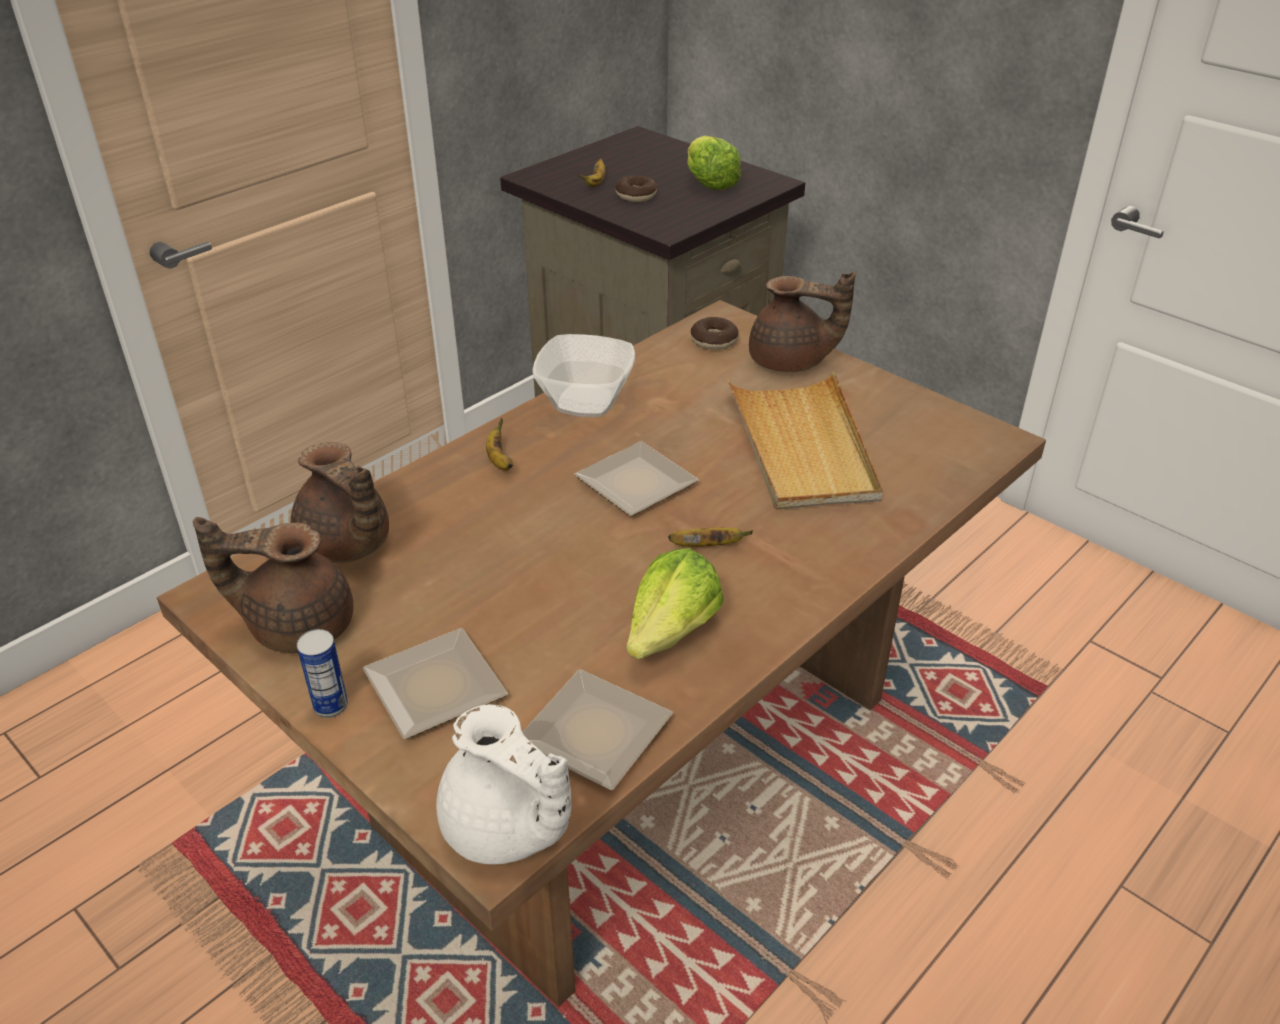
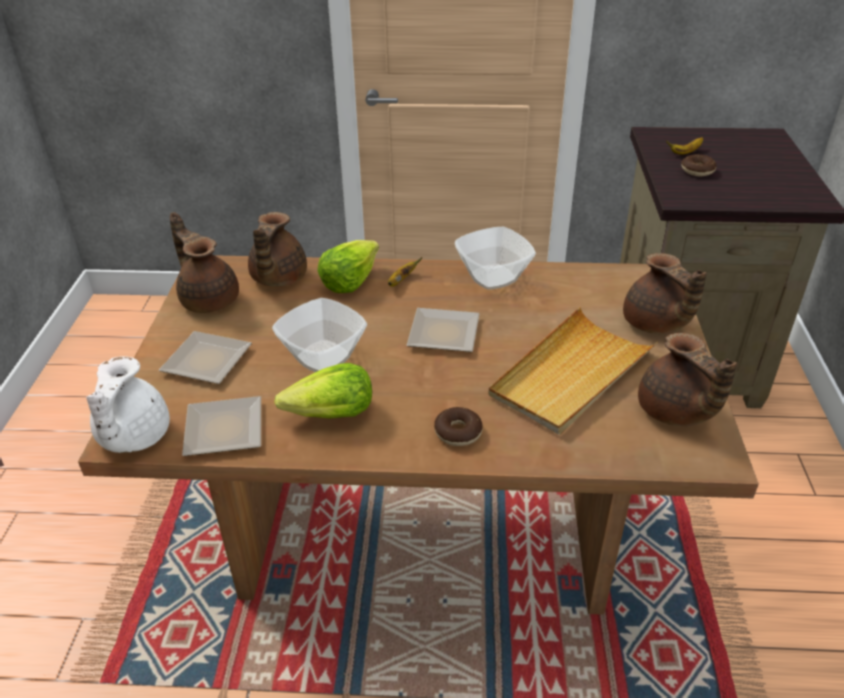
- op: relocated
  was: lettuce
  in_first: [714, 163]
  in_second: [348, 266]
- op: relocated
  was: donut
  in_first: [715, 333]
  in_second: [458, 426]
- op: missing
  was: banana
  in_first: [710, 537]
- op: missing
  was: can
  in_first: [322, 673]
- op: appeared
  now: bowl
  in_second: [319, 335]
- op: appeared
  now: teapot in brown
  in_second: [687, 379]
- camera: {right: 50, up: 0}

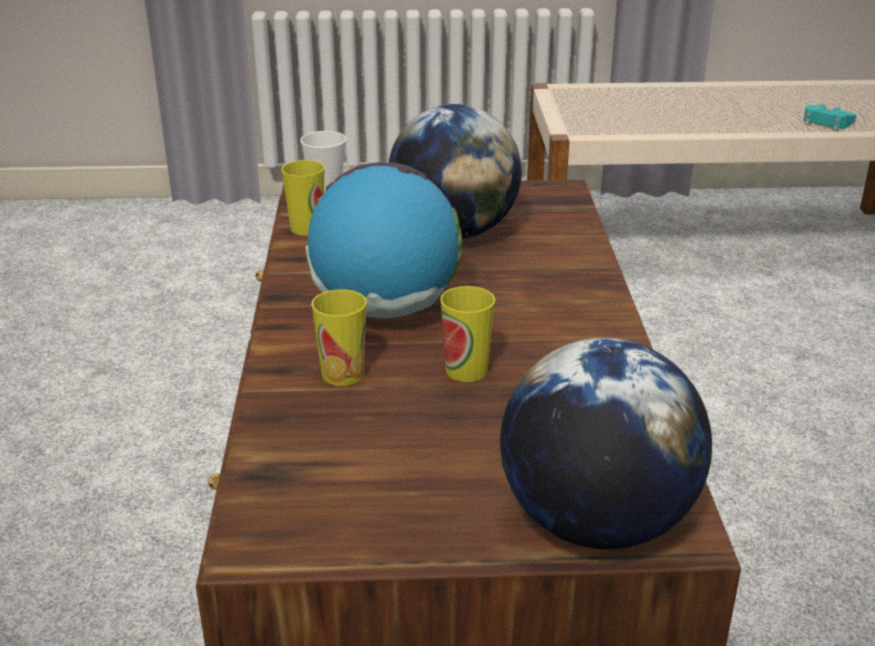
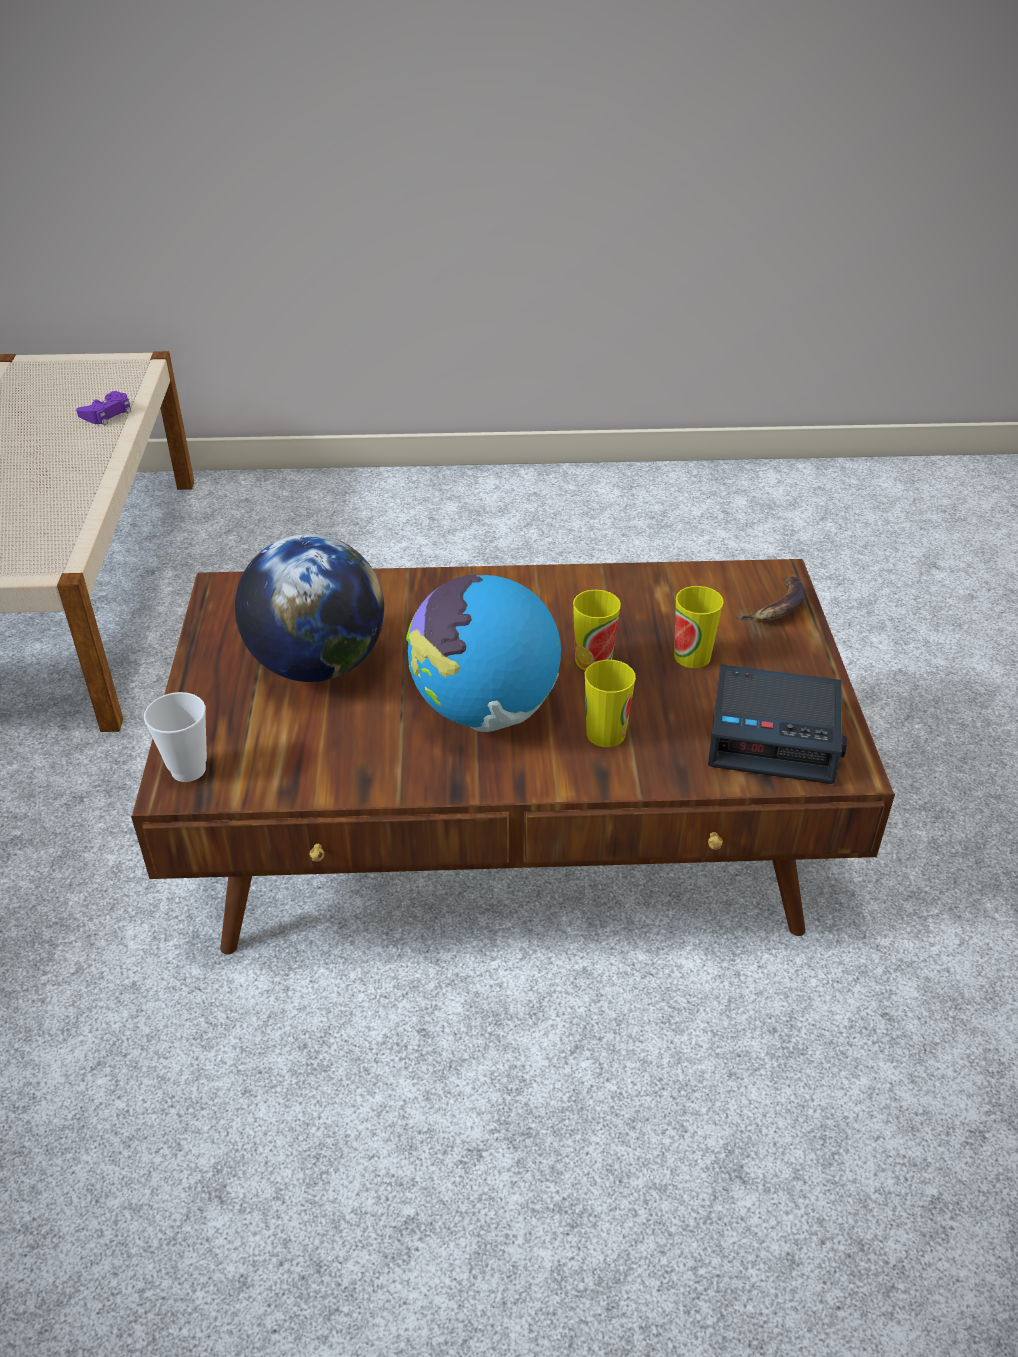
- op: colour
  was: game controller in turquoise
  now: game controller in purple
  in_first: [830, 117]
  in_second: [103, 408]
- op: relocated
  was: cup
  in_first: [303, 198]
  in_second: [699, 627]
- op: exchanged
  was: globe
  now: banana
  in_first: [606, 443]
  in_second: [771, 598]
- op: appeared
  now: alarm clock
  in_second: [777, 724]
- camera: {right: -90, up: 10}

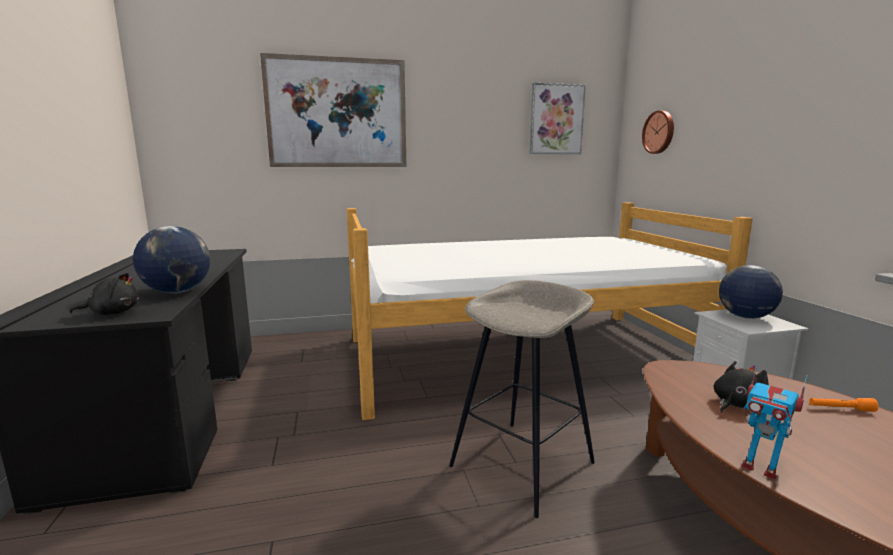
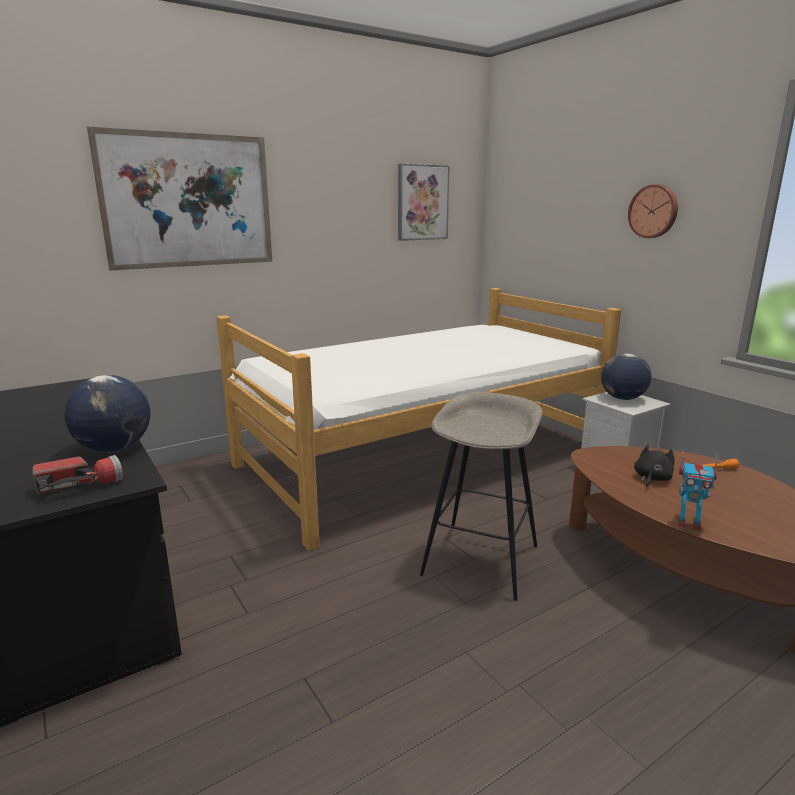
- op: relocated
  was: wall clock
  in_first: [658, 132]
  in_second: [653, 211]
- op: exchanged
  was: plush toy in black
  now: flashlight
  in_first: [104, 294]
  in_second: [77, 475]
- camera: {right: -20, up: 5}

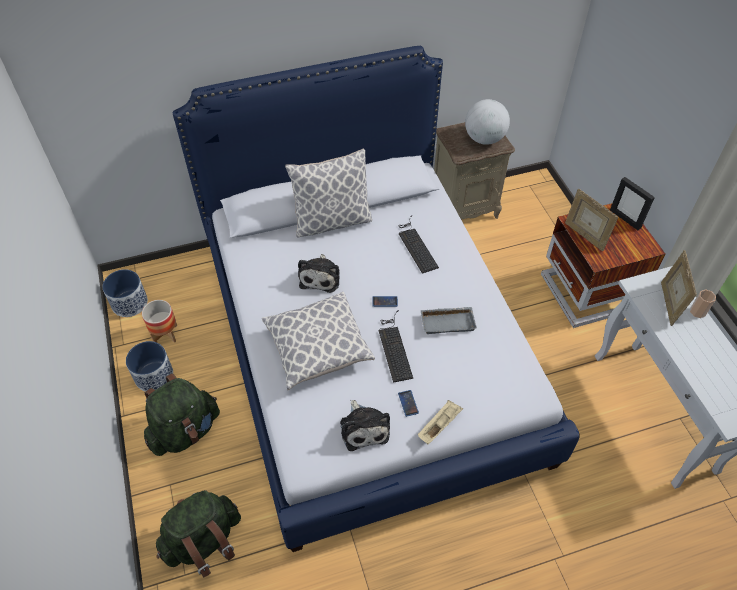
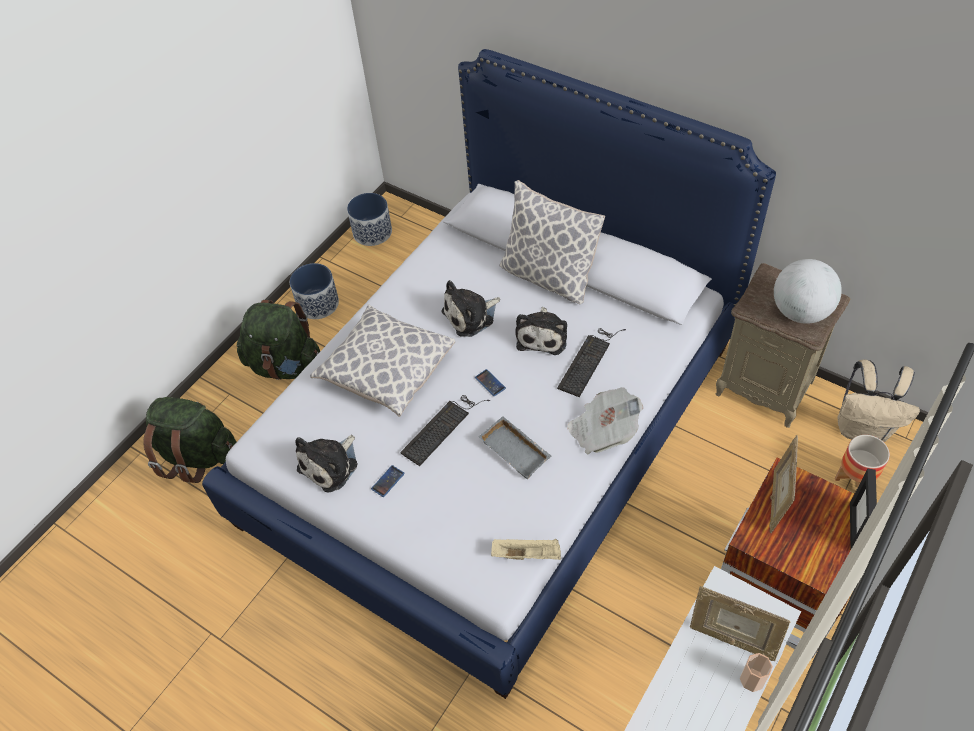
- op: spun
  was: picture frame
  in_first: [679, 288]
  in_second: [740, 623]
  clockwise: -120
- op: relocated
  was: planter
  in_first: [159, 321]
  in_second: [862, 461]
- op: relocated
  was: tray in beige
  in_first: [440, 422]
  in_second: [526, 549]
- op: appeared
  now: plush toy
  in_second: [541, 331]
- op: appeared
  now: backpack in beige
  in_second: [878, 400]
- op: appeared
  now: newspaper
  in_second: [605, 421]
- camera: {right: 55, up: 0}

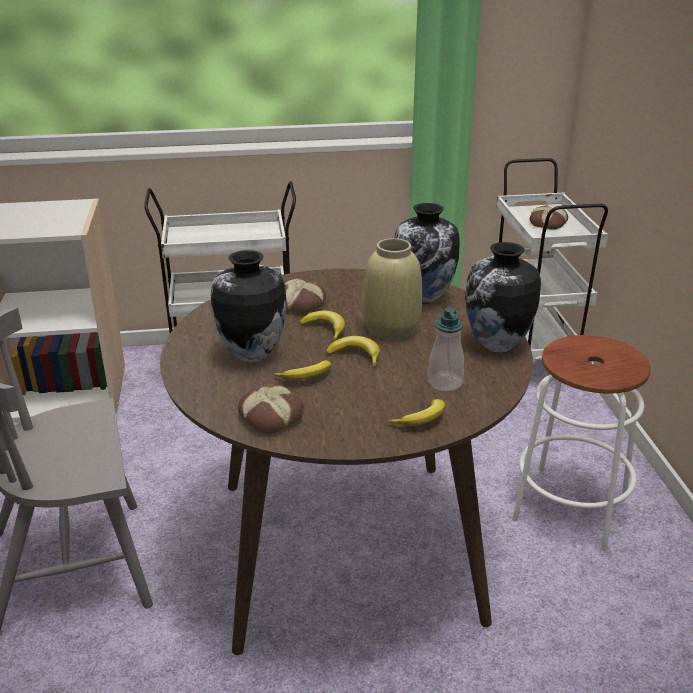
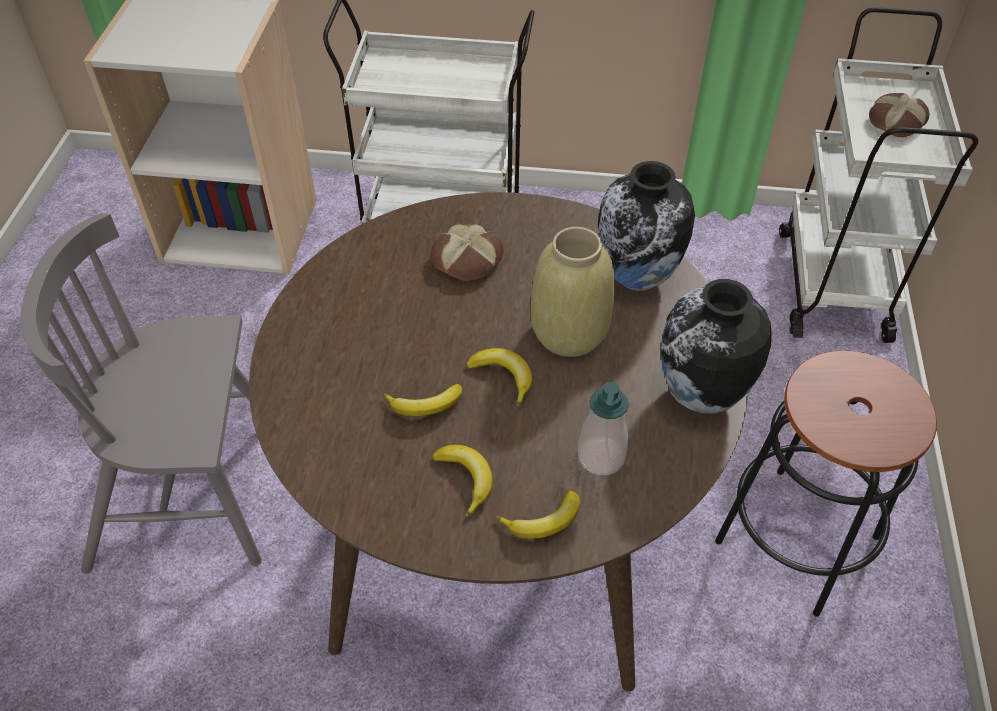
- op: missing
  was: vase
  in_first: [249, 306]
- op: relocated
  was: banana
  in_first: [322, 326]
  in_second: [462, 481]
- op: colour
  was: stool in white
  now: stool in black
  in_first: [581, 443]
  in_second: [826, 483]
- op: missing
  was: bread
  in_first: [271, 409]
- camera: {right: 15, up: 20}

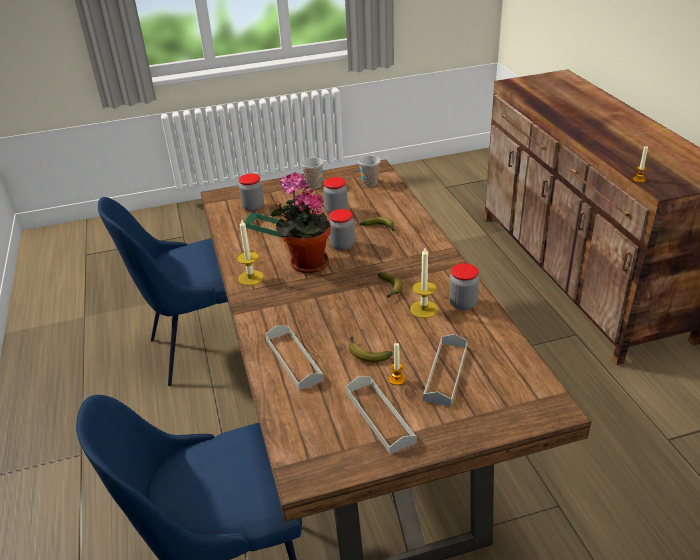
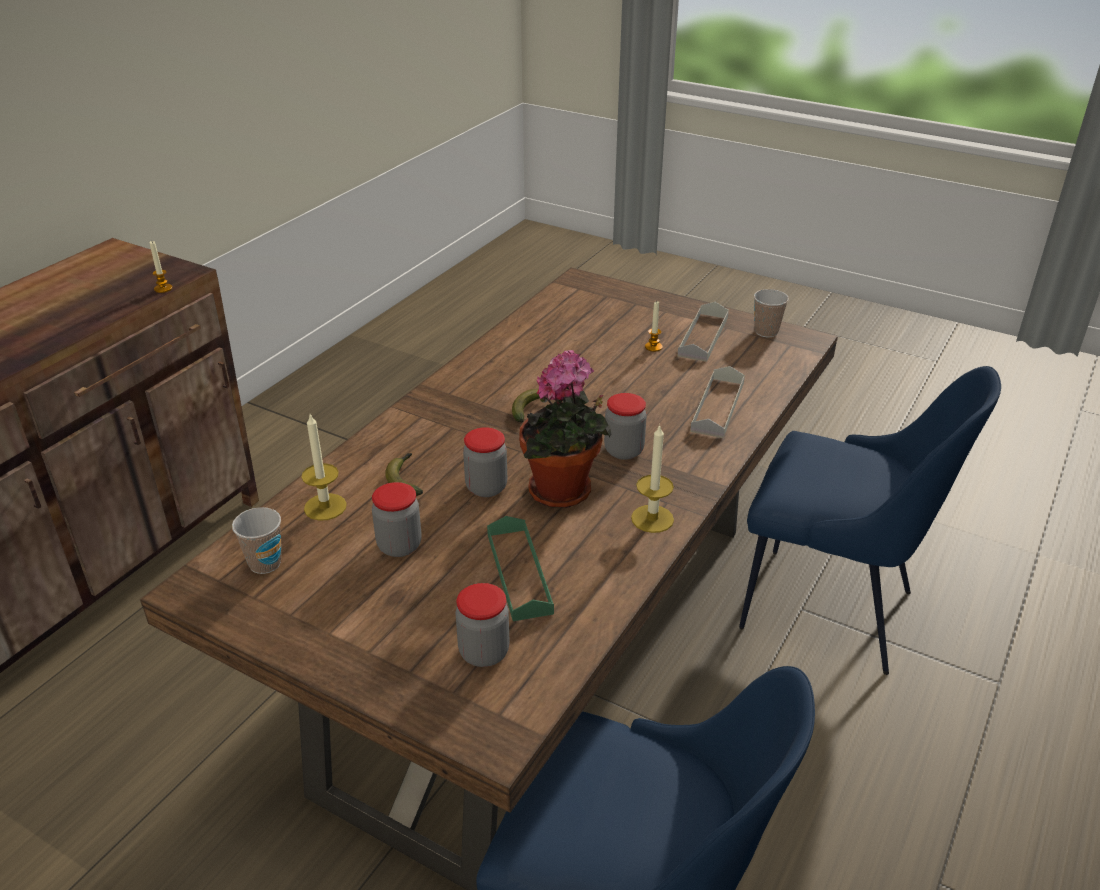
- op: relocated
  was: cup
  in_first: [312, 173]
  in_second: [771, 313]
- op: relocated
  was: candle
  in_first: [424, 283]
  in_second: [324, 467]
- op: relocated
  was: jar
  in_first: [464, 286]
  in_second: [625, 426]
- op: missing
  was: tray in grey
  in_first: [445, 370]
- op: missing
  was: banana
  in_first: [371, 349]
- camera: {right: -135, up: 0}

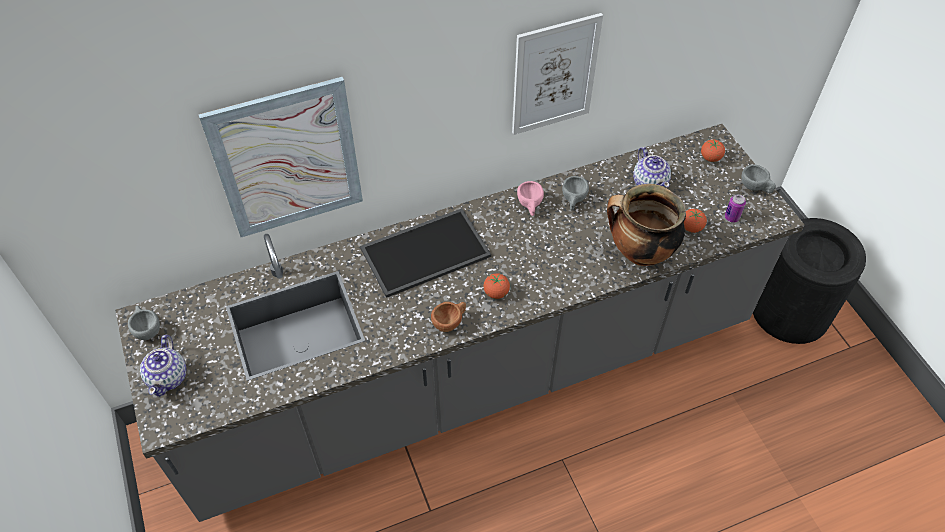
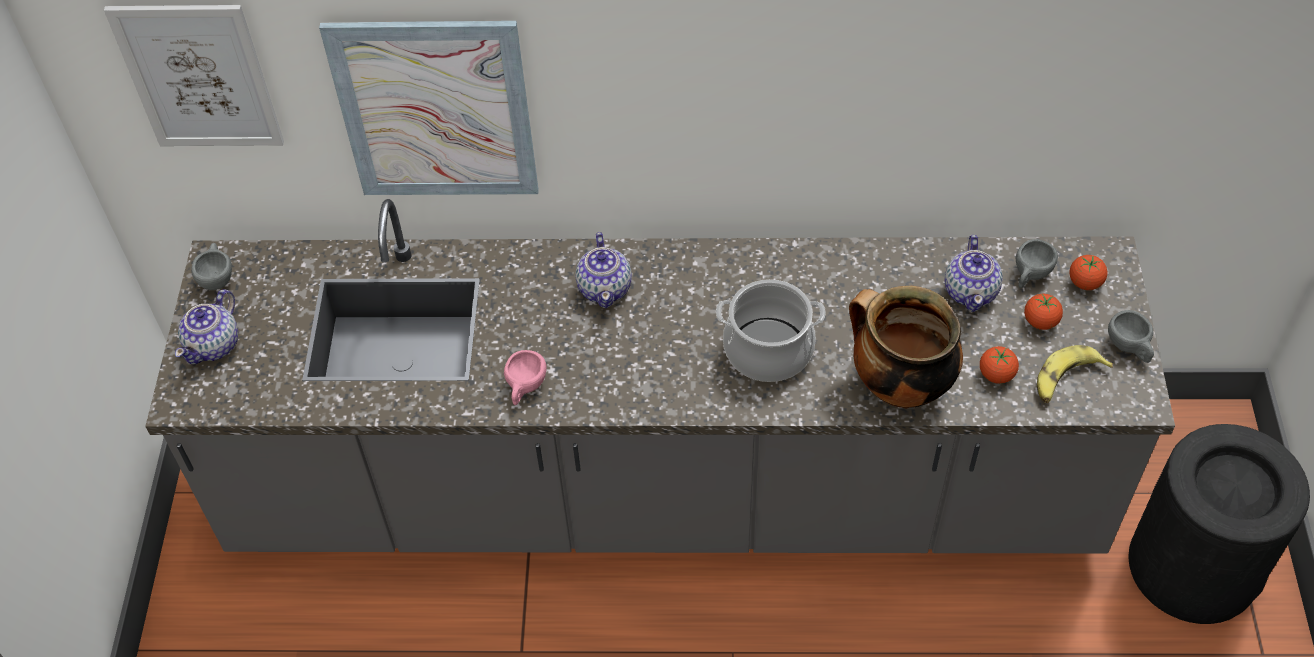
- op: relocated
  was: picture
  in_first: [557, 74]
  in_second: [194, 75]
- op: relocated
  was: cup in grey
  in_first: [575, 193]
  in_second: [1037, 263]
- op: relocated
  was: cup in pink
  in_first: [530, 198]
  in_second: [525, 377]
- op: exchanged
  was: can
  now: banana
  in_first: [735, 208]
  in_second: [1075, 374]
- op: exchanged
  was: tray
  now: teapot
  in_first: [425, 253]
  in_second: [603, 270]
- op: relocated
  was: tomato
  in_first: [497, 286]
  in_second: [1043, 312]
- op: missing
  was: cup in brown
  in_first: [448, 317]
- op: appeared
  now: cooking pot
  in_second: [771, 330]
- camera: {right: 25, up: 0}

